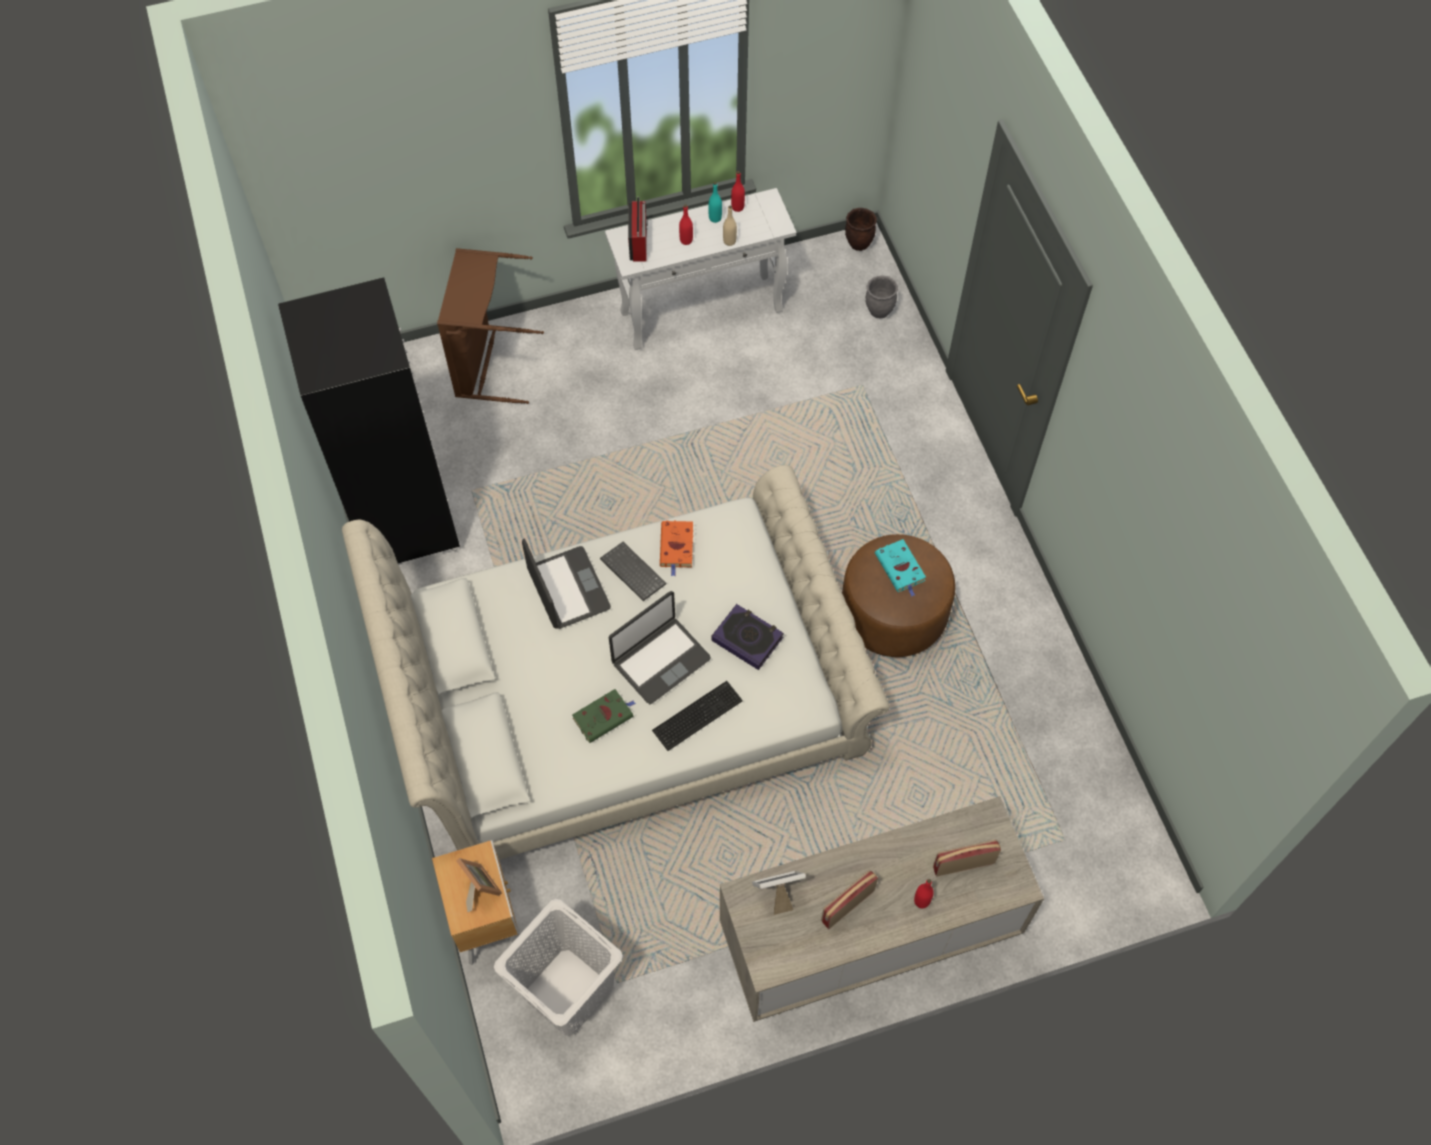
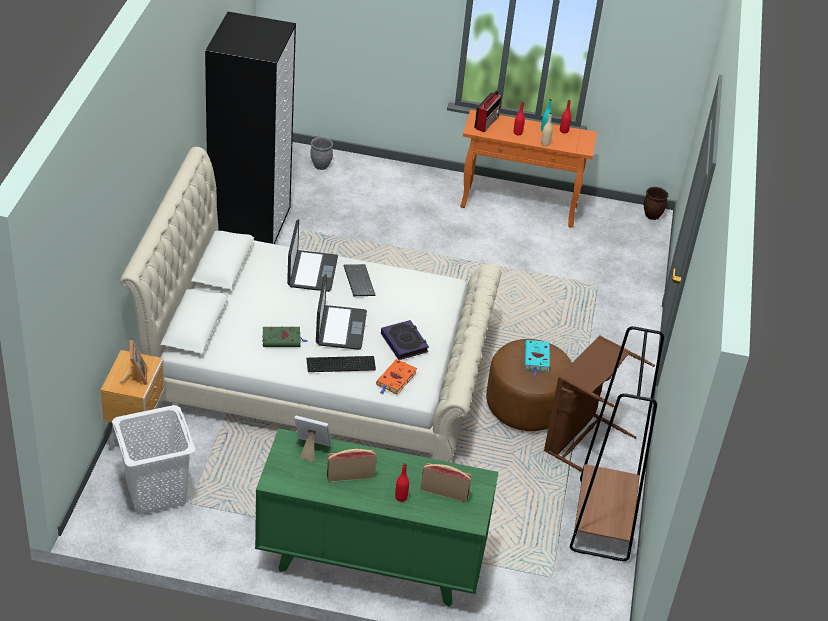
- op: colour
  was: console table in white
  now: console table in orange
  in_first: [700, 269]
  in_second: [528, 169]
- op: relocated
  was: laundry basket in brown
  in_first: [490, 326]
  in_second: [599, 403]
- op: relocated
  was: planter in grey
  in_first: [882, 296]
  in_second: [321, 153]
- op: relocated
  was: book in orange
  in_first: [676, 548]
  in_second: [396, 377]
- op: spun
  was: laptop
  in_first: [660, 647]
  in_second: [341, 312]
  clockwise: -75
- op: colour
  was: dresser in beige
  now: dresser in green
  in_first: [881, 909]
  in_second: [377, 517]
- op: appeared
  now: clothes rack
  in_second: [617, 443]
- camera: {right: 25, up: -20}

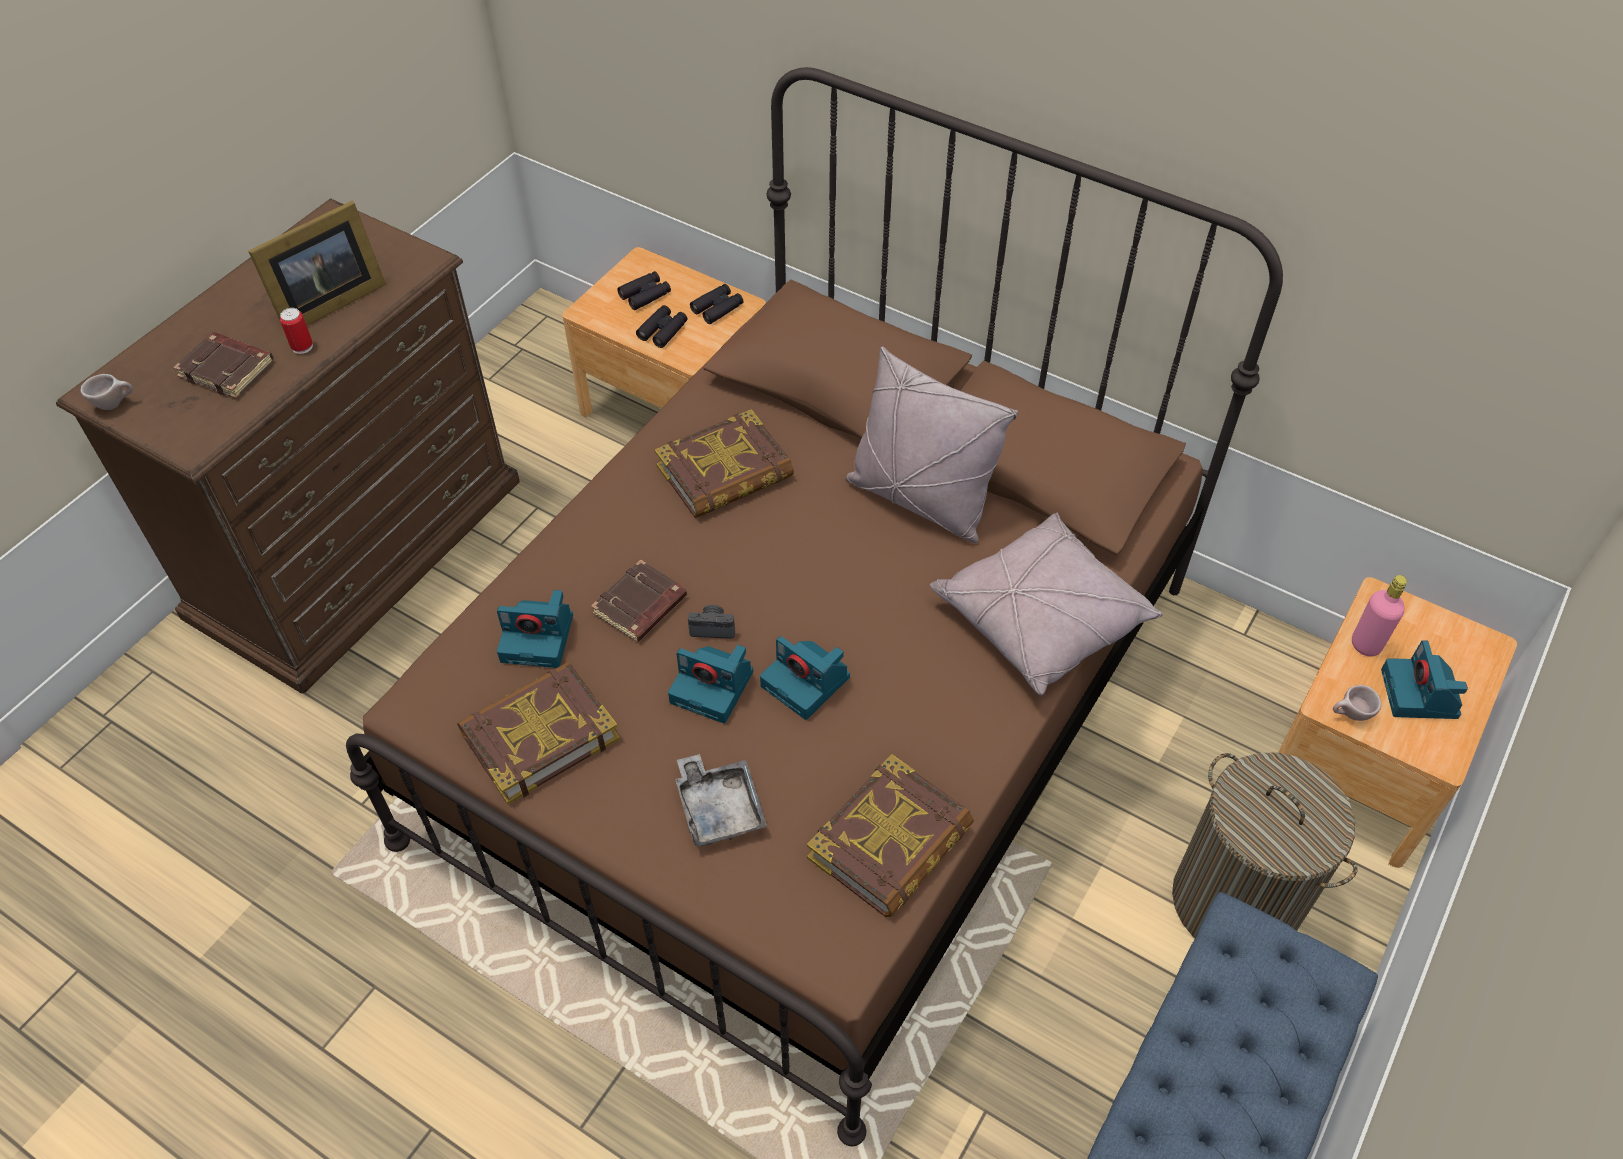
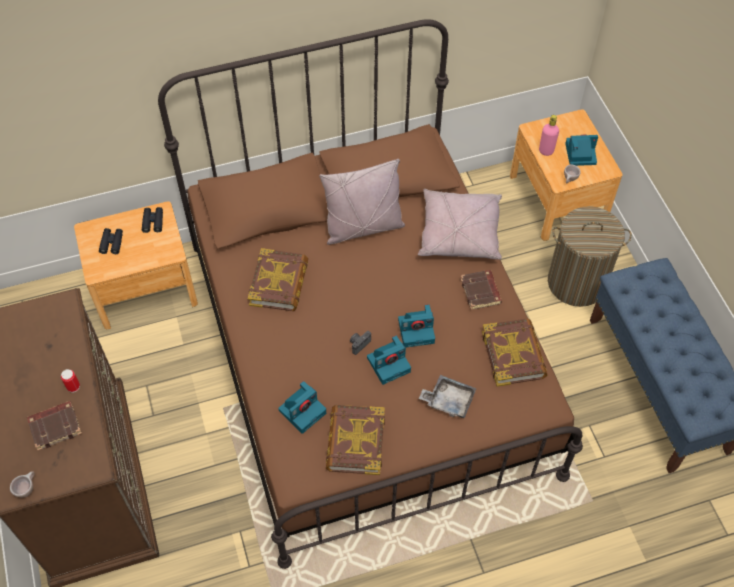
- op: missing
  was: picture frame
  in_first: [317, 263]
- op: missing
  was: binoculars in black
  in_first: [661, 326]
- op: relocated
  was: book in brown
  in_first: [639, 601]
  in_second: [481, 290]
- op: spun
  was: photo camera
  in_first: [1424, 679]
  in_second: [581, 150]
  clockwise: 135
- camera: {right: -50, up: 5}

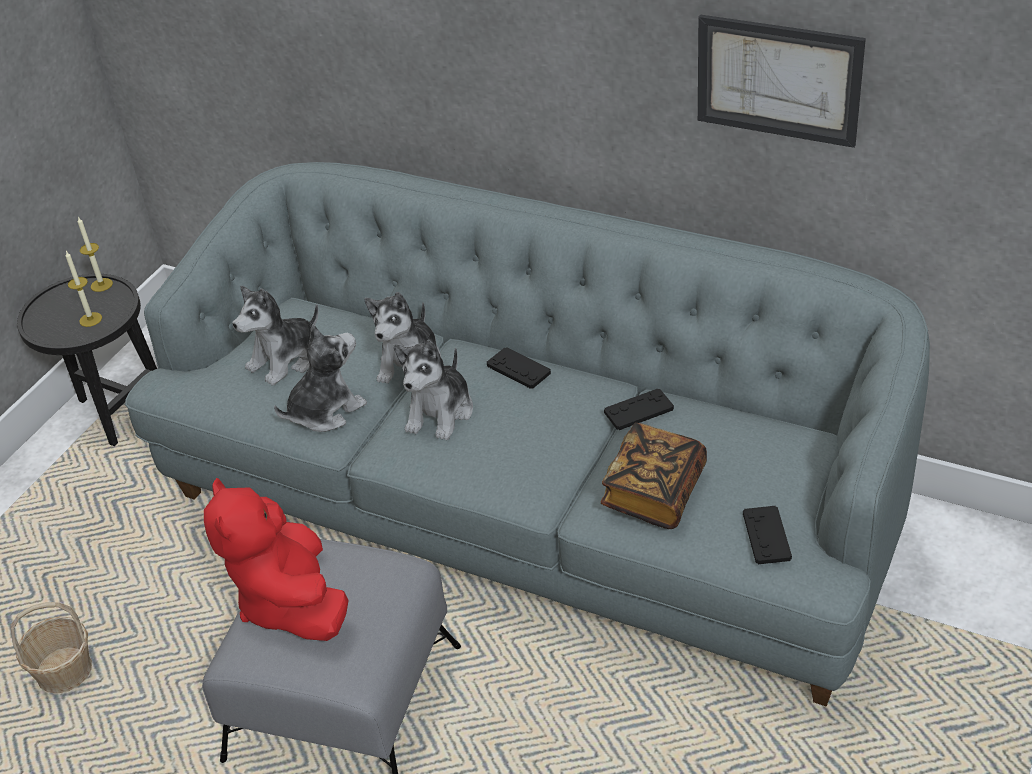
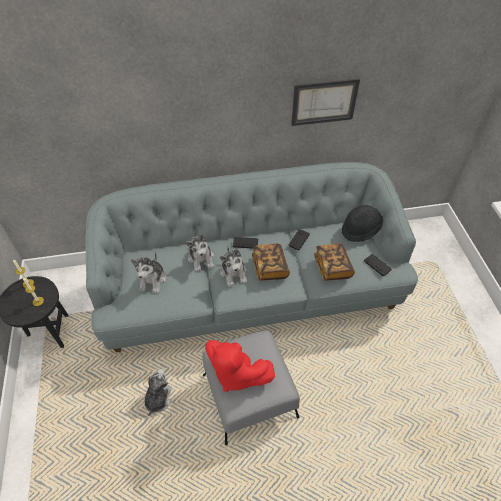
- op: relocated
  was: plush toy
  in_first: [320, 378]
  in_second: [158, 392]
- op: missing
  was: basket
  in_first: [51, 648]
- op: appeared
  now: hat in black
  in_second: [362, 223]
- op: appeared
  now: book
  in_second: [271, 262]
- camera: {right: -40, up: 10}

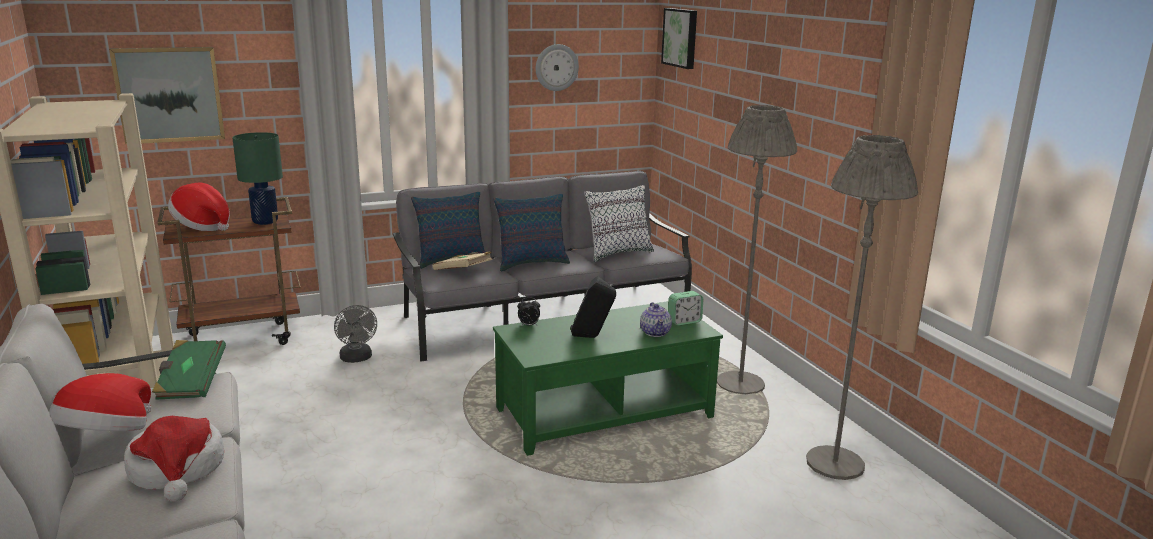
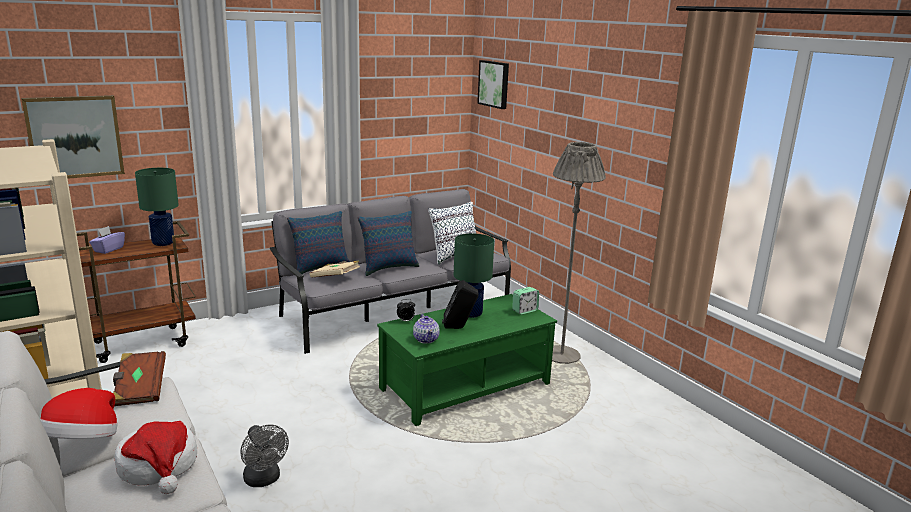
- op: missing
  was: wall clock
  in_first: [557, 67]
- op: missing
  was: floor lamp in grey
  in_first: [862, 307]
- op: exchanged
  was: hat
  now: tissue box in purple
  in_first: [199, 207]
  in_second: [107, 240]
- op: relocated
  was: teapot
  in_first: [656, 319]
  in_second: [426, 329]
- op: relocated
  was: fan in grey
  in_first: [355, 334]
  in_second: [264, 455]
- op: colour
  was: book in green
  now: book in brown
  in_first: [189, 370]
  in_second: [139, 378]
- op: appeared
  now: table lamp in green
  in_second: [474, 275]
- camera: {right: -10, up: 0}

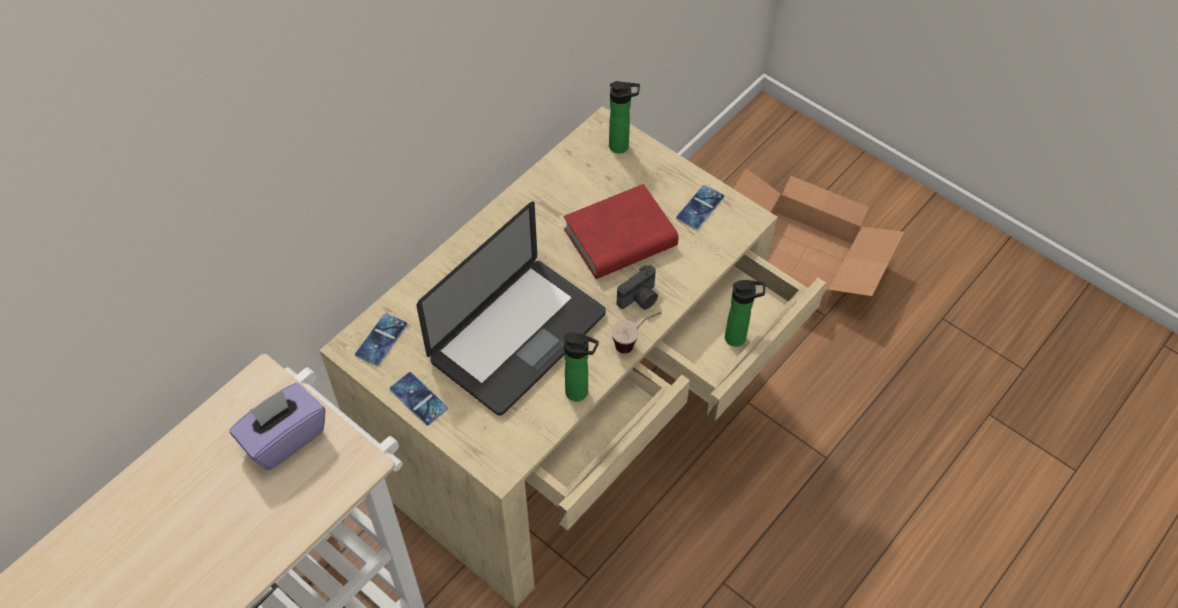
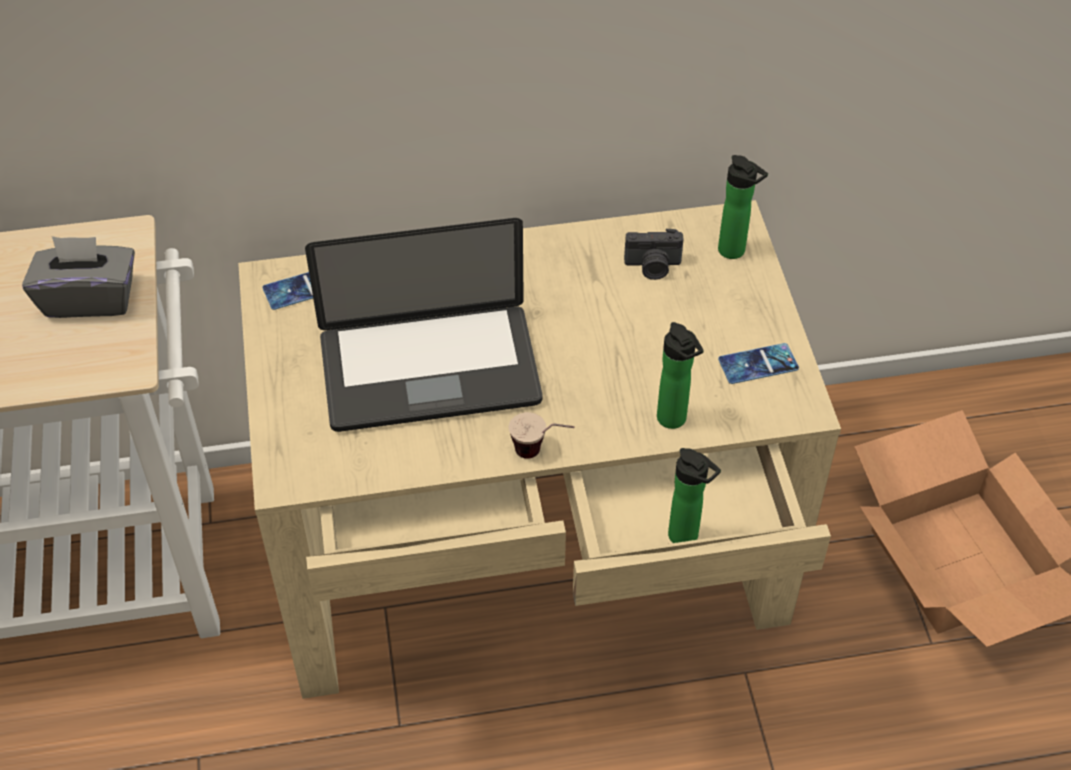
- op: missing
  was: book in red
  in_first: [621, 231]
- op: relocated
  was: photo camera
  in_first: [637, 287]
  in_second: [653, 254]
- op: relocated
  was: bottle
  in_first: [581, 366]
  in_second: [680, 375]
- op: missing
  was: phone
  in_first: [419, 398]
- op: colour
  was: tissue box in purple
  now: tissue box in grey
  in_first: [277, 426]
  in_second: [78, 277]
- camera: {right: 40, up: -5}

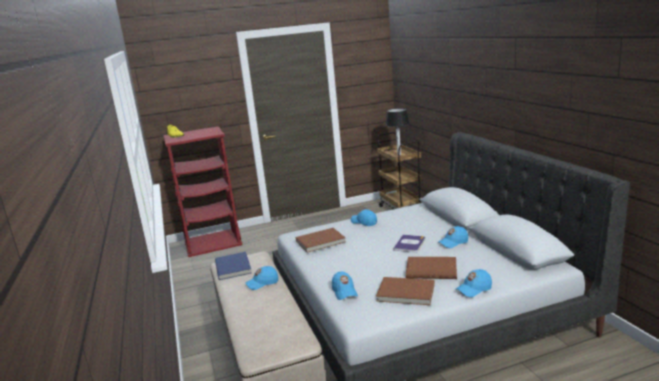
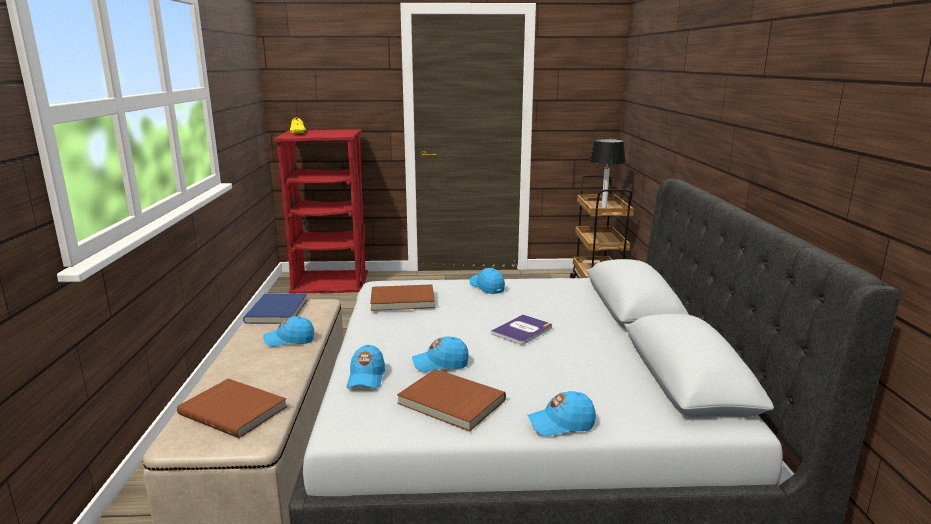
- op: relocated
  was: cap in blue
  in_first: [453, 237]
  in_second: [440, 354]
- op: relocated
  was: book in brown
  in_first: [431, 268]
  in_second: [232, 408]
- camera: {right: 15, up: 0}

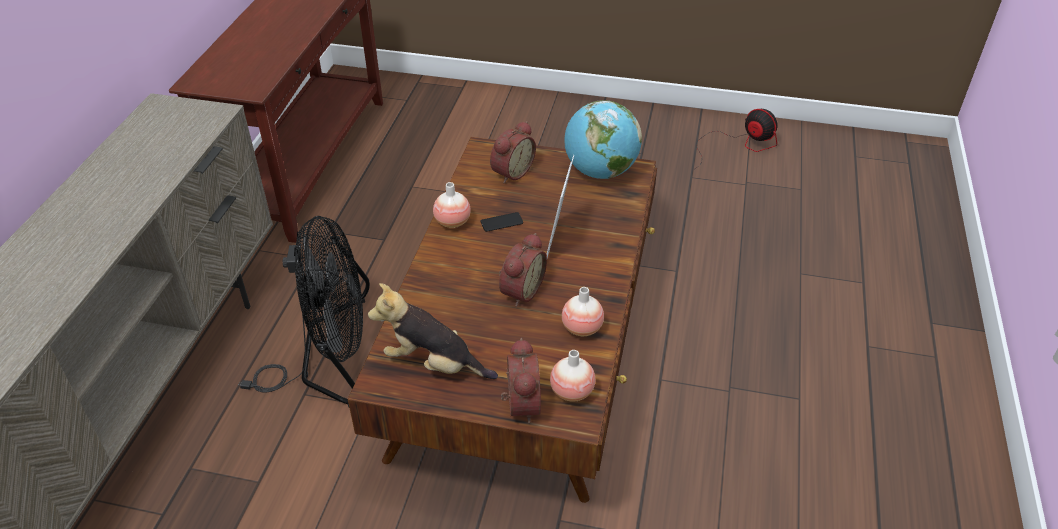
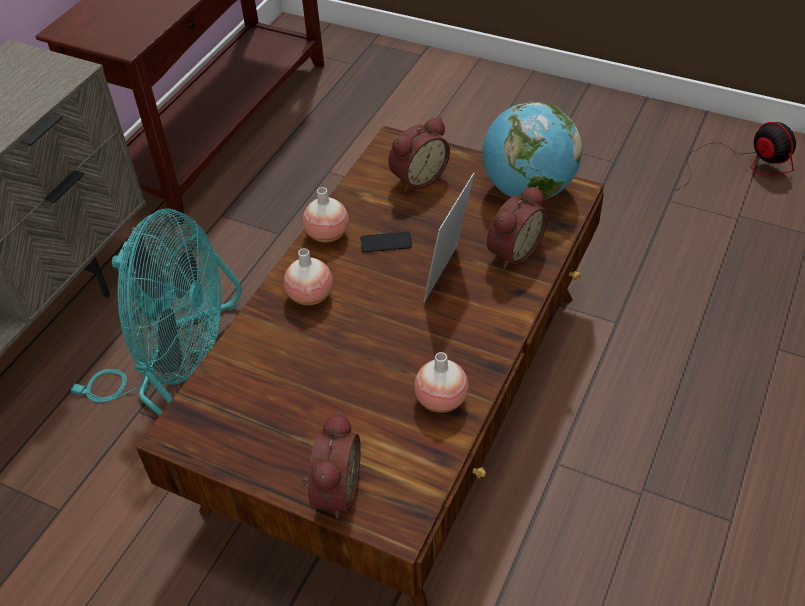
- op: colour
  was: fan in black
  now: fan in turquoise
  in_first: [304, 311]
  in_second: [155, 312]
- op: relocated
  was: alarm clock
  in_first: [523, 270]
  in_second: [517, 227]
- op: missing
  was: plush toy
  in_first: [433, 331]
- op: relocated
  was: vase
  in_first: [572, 376]
  in_second: [308, 276]
- camera: {right: 15, up: 5}

